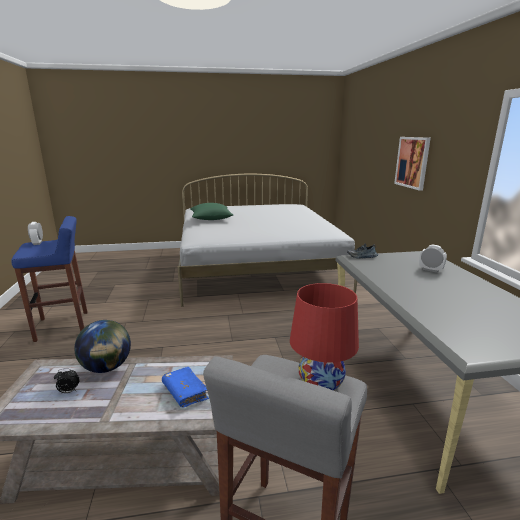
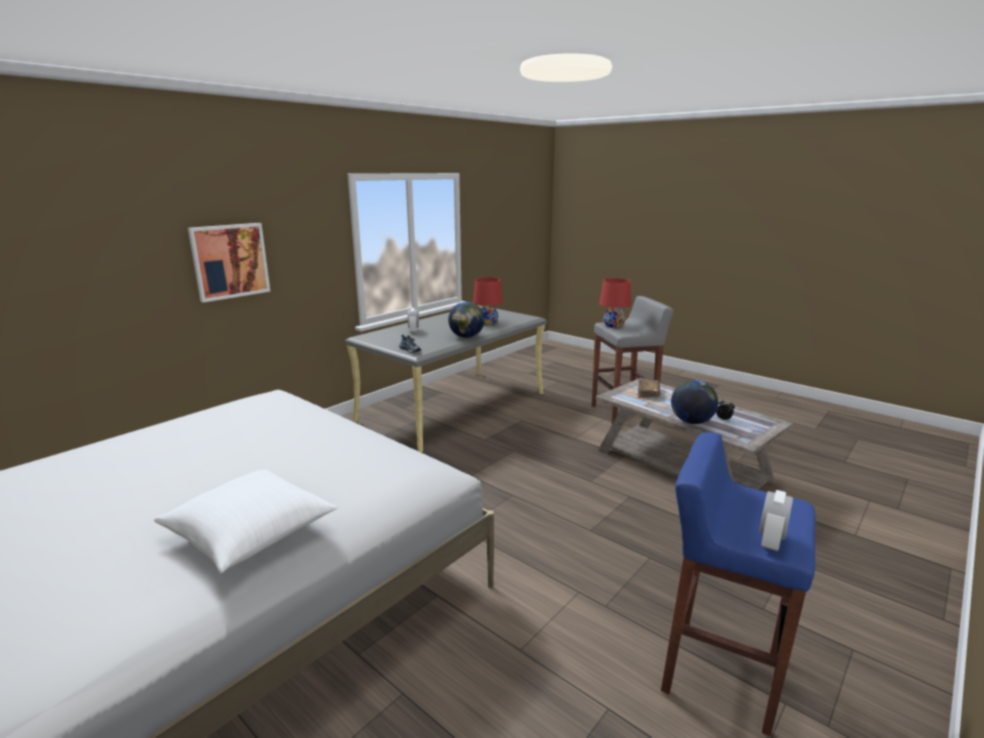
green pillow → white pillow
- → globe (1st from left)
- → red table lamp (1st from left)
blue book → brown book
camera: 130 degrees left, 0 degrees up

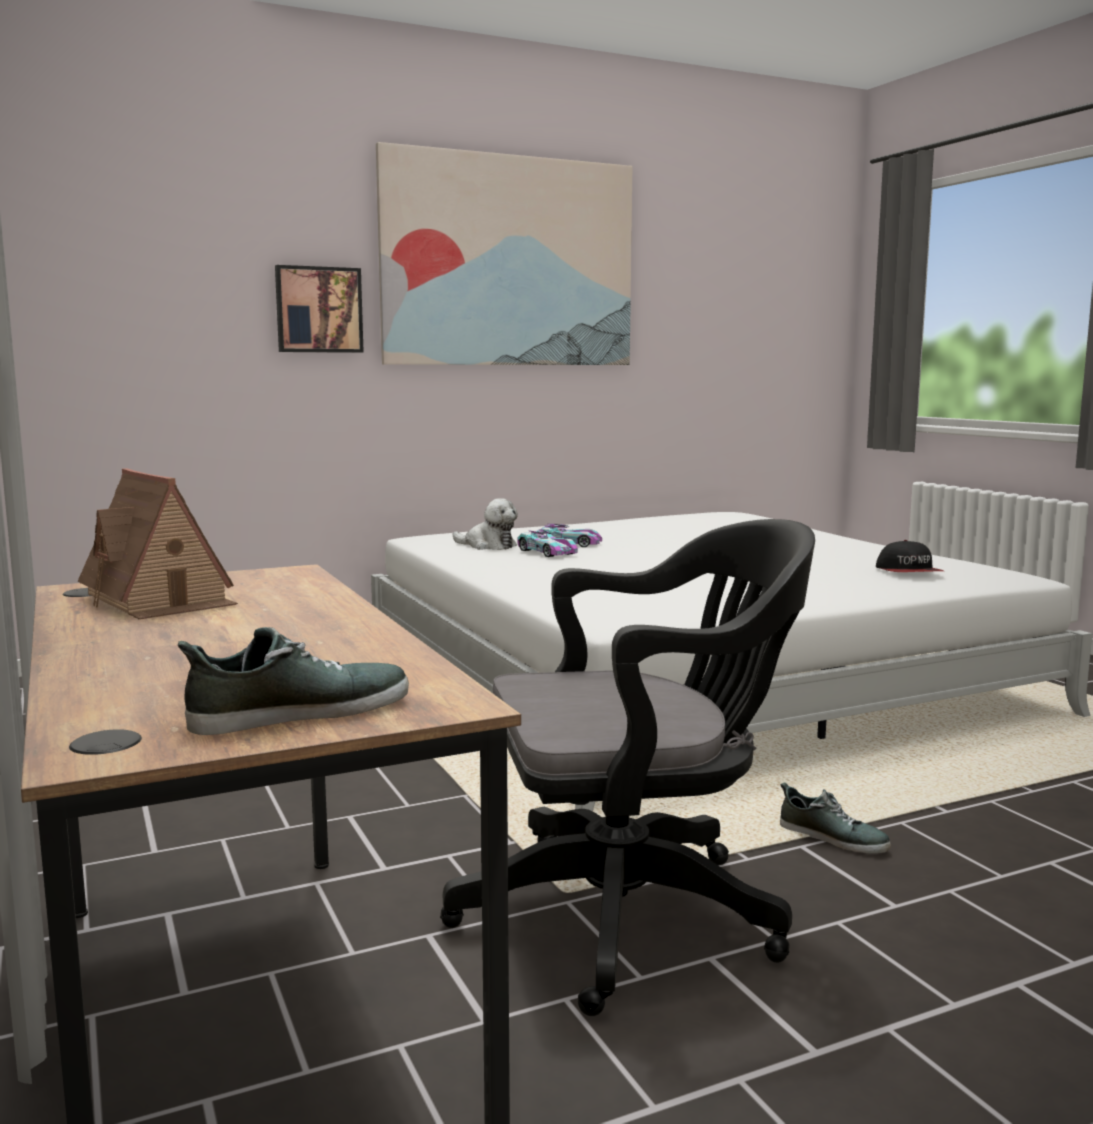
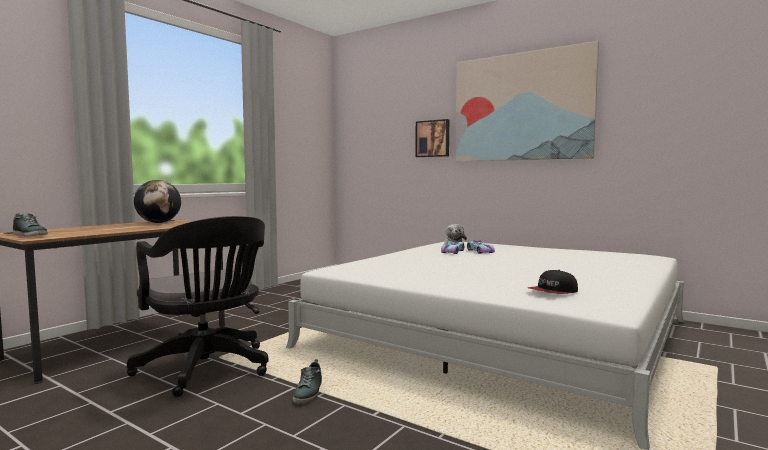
toy house → globe
camera: 60 degrees right, 5 degrees down

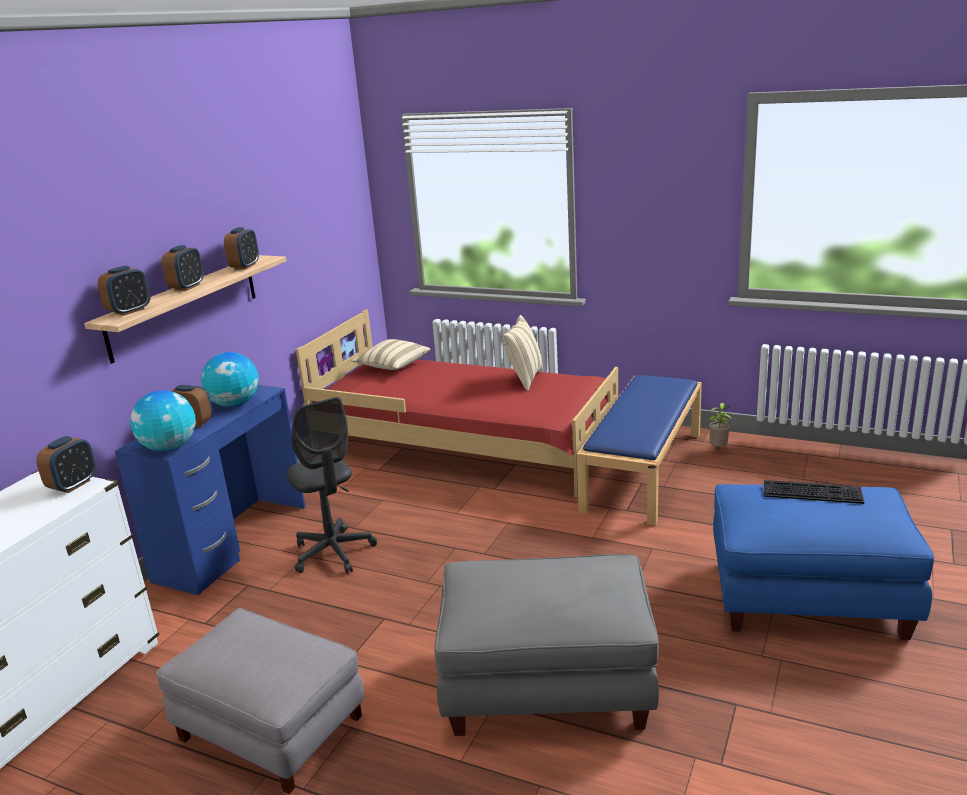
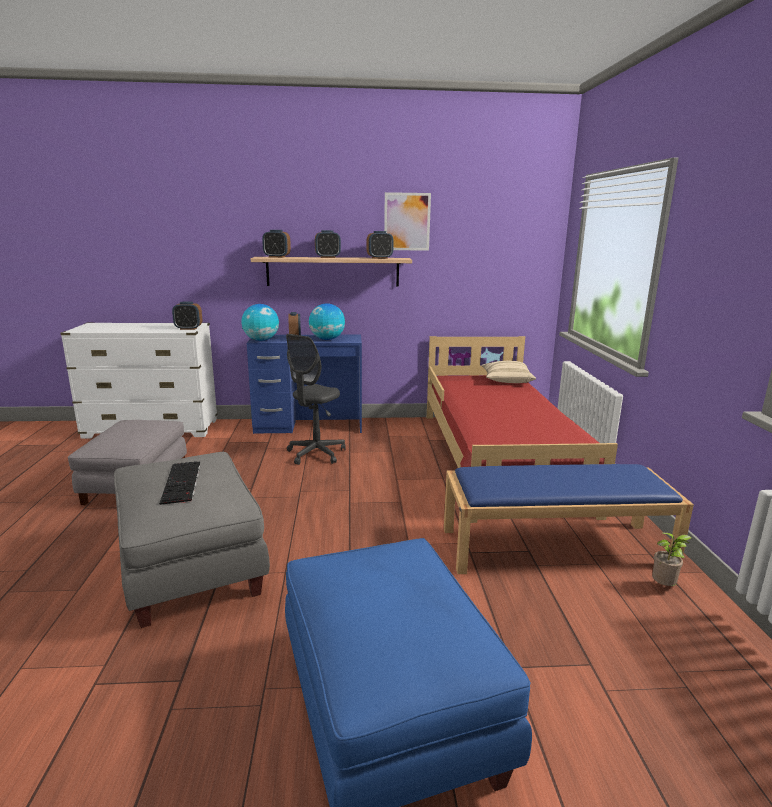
keyboard, moved
- → picture
beige pillow (2nd from left) → -
camera: 60 degrees right, 5 degrees down

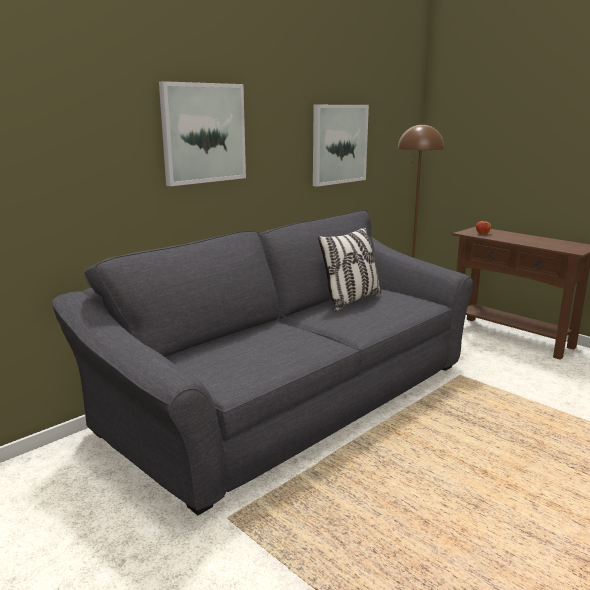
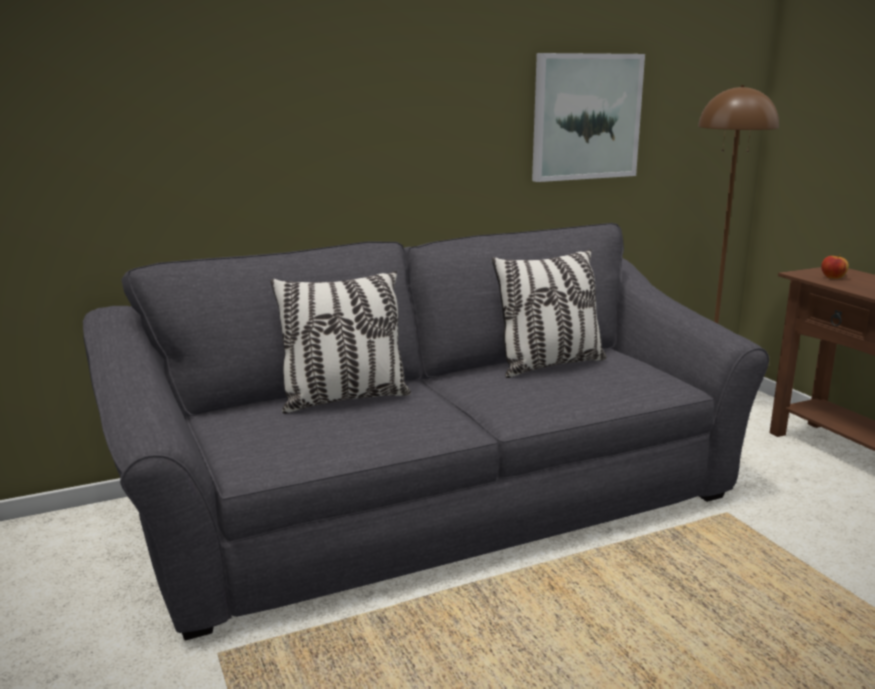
- → pillow (1st from left)
picture (1st from left) → -
camera: 20 degrees right, 0 degrees up

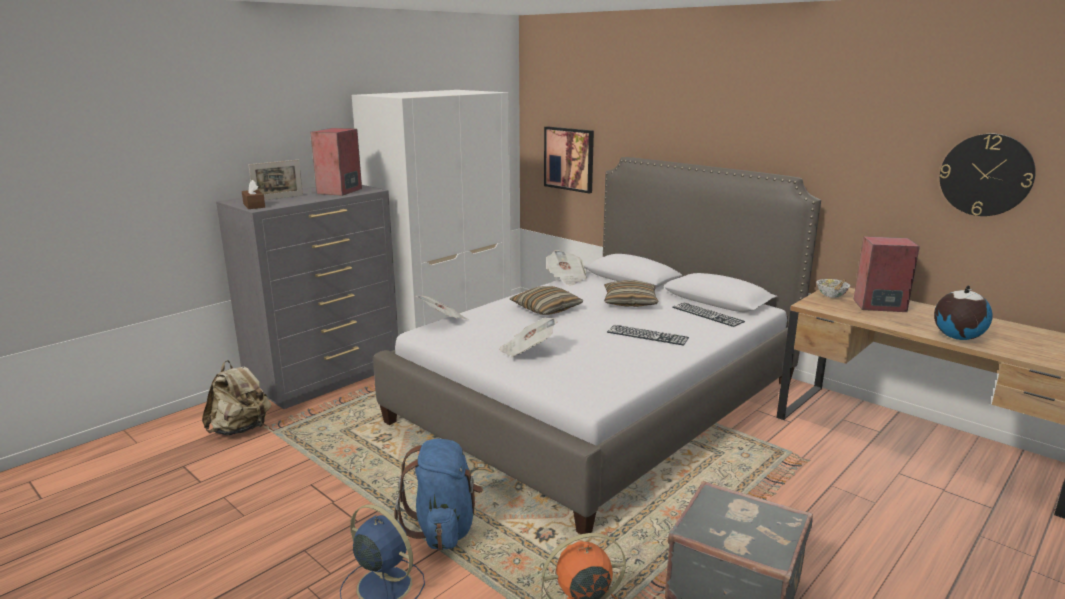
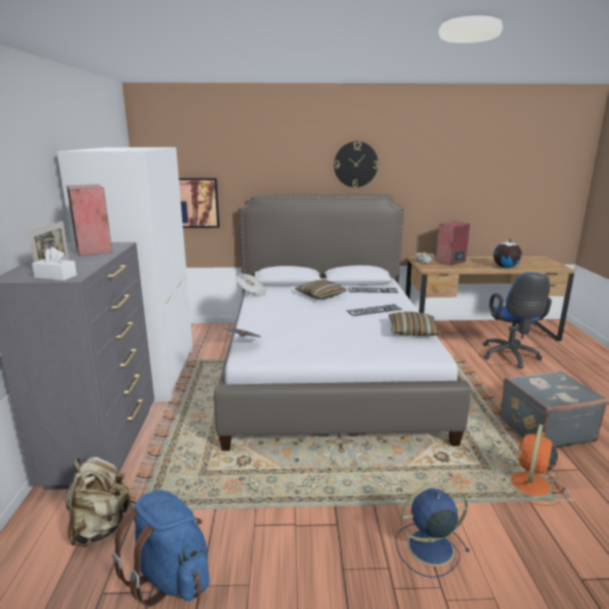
brown tissue box → white tissue box
blue backpack, moved
wall clock, moved
pillow (1st from left in the first image) → pillow (2nd from left), moved
- → blue office chair
newspaper (2nd from left) → -
camera: 45 degrees left, 0 degrees up

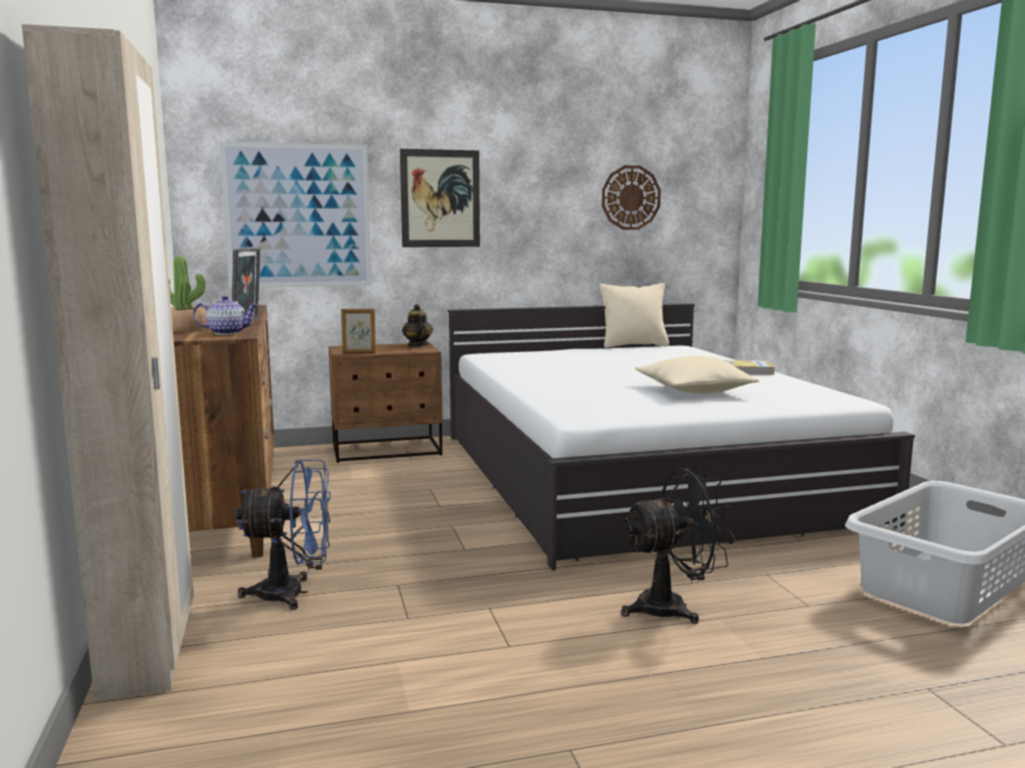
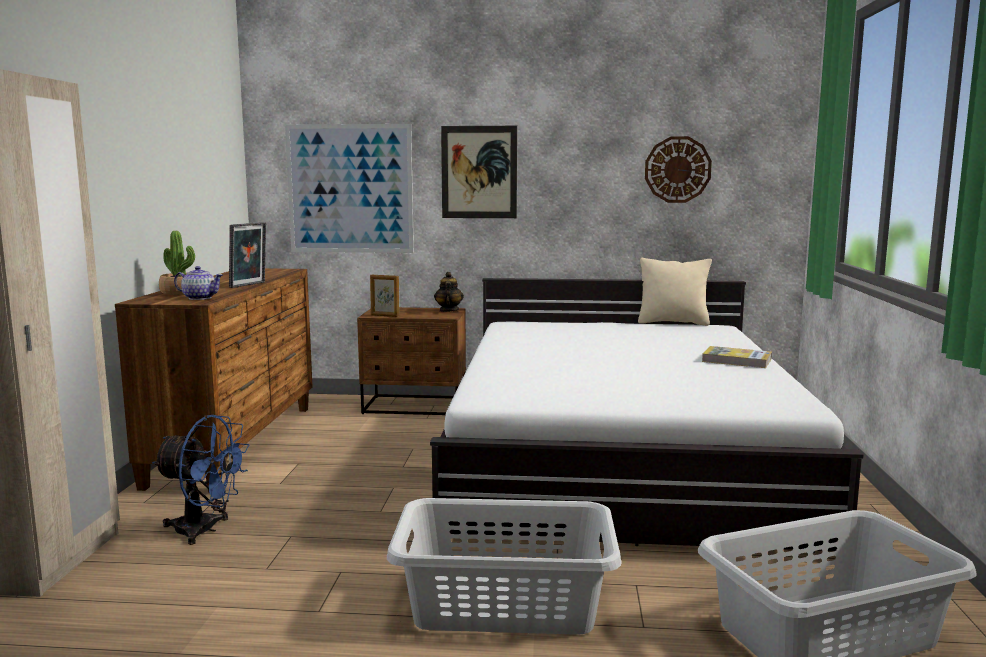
black fan → grey laundry basket (1st from left)
beige pillow (2nd from left) → -
camera: 20 degrees right, 0 degrees up

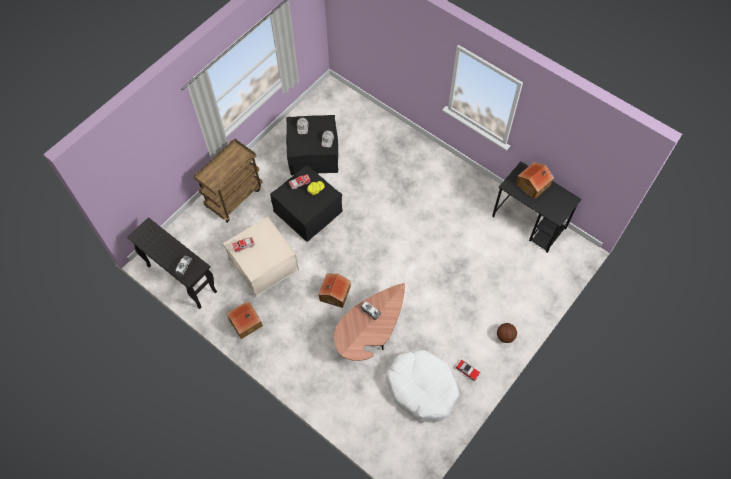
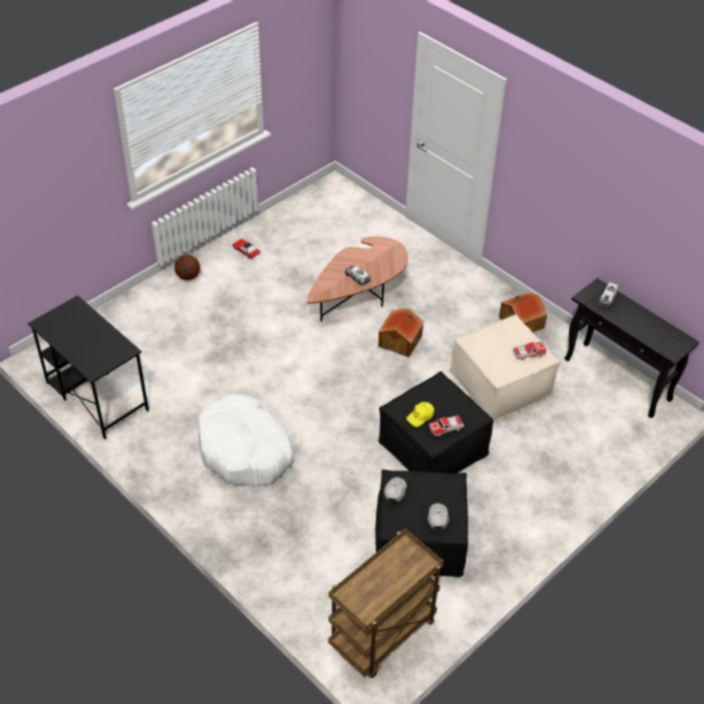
white dog bed, moved
brown cart, moved
toy house (3rd from left) → -
camera: 175 degrees left, 15 degrees down

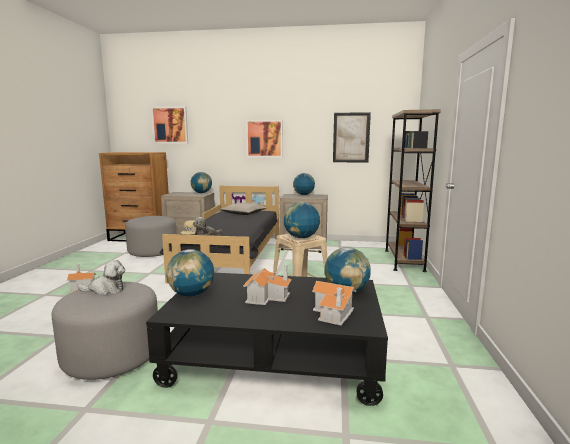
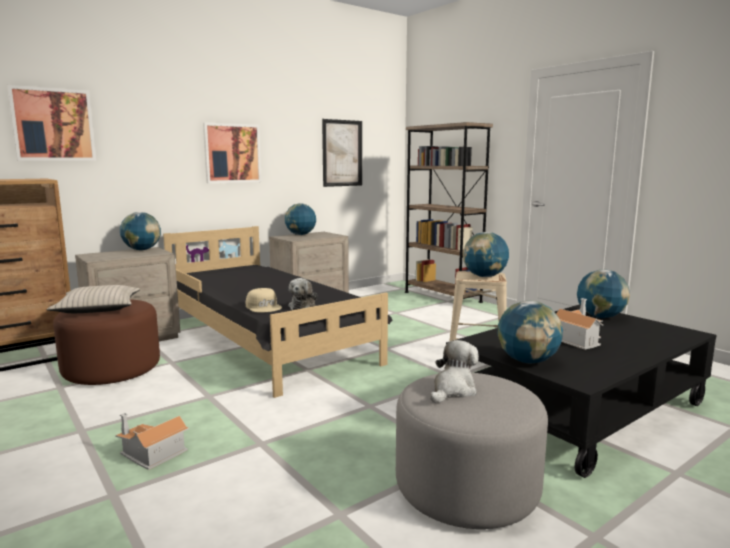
beige pillow, moved
grey ottoman (2nd from left) → brown ottoman
toy house (3rd from left) → -
camera: 45 degrees left, 0 degrees up

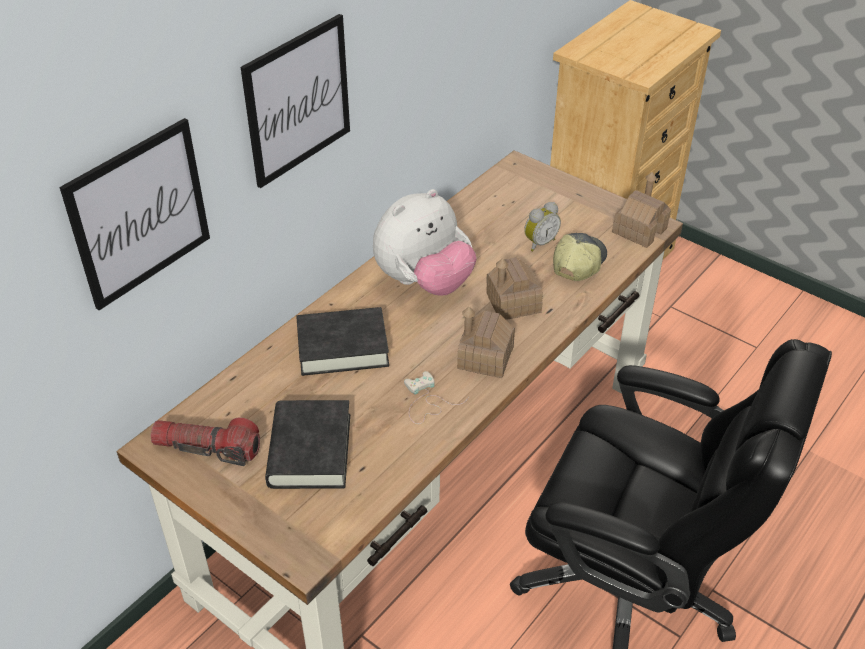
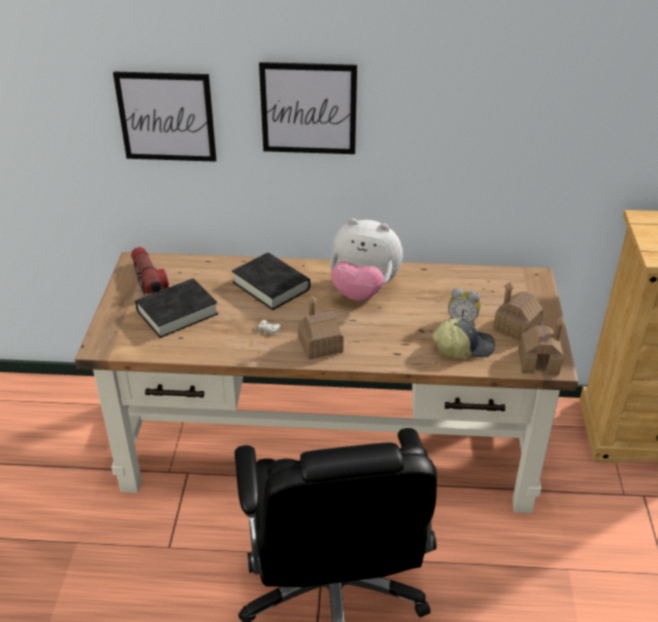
toy house (2nd from left), moved
camera: 55 degrees right, 5 degrees down

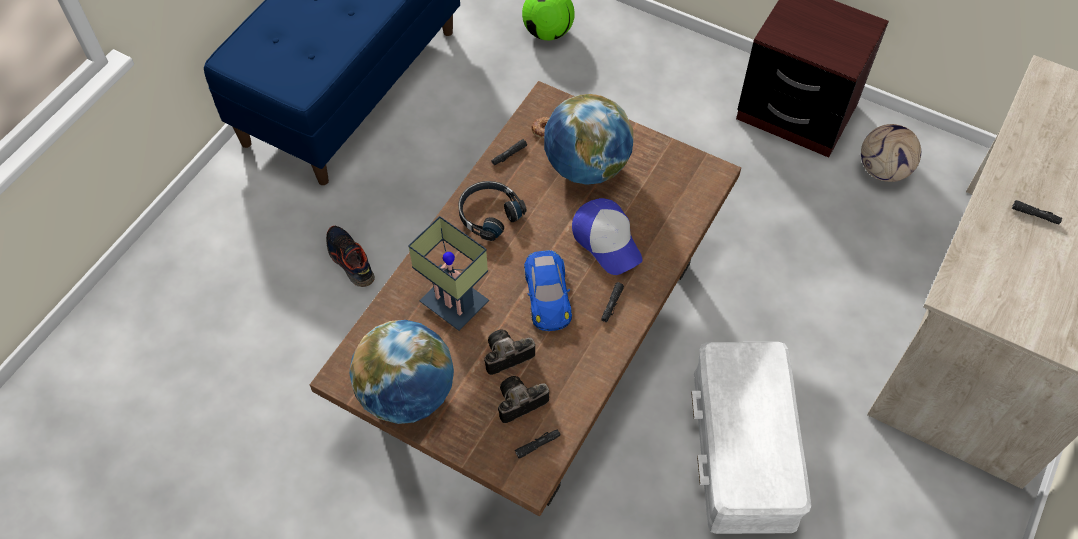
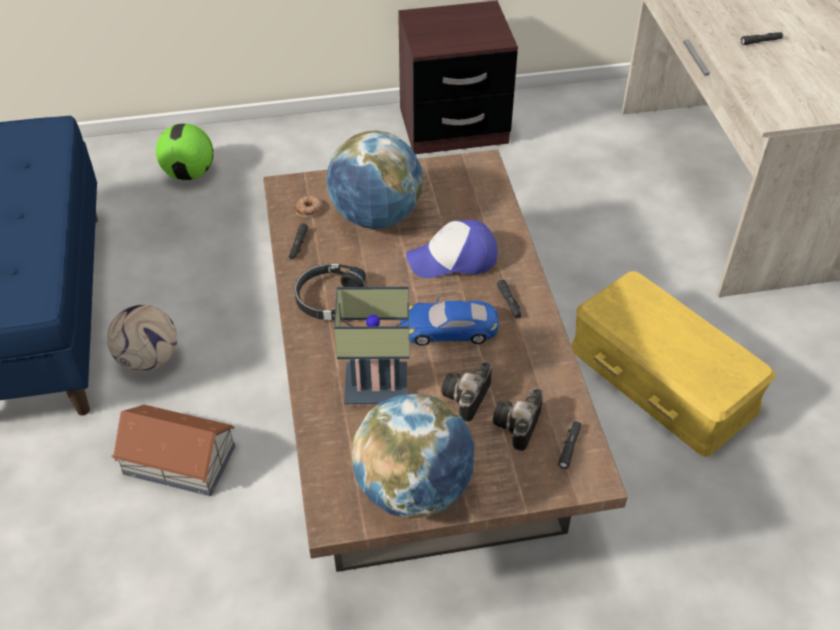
football (2nd from left in the first image) → football (1st from left), moved
shoe → toy house
blue toy car, 135 degrees clockwise
cap, 150 degrees clockwise
white storage box → yellow storage box
camera: 40 degrees left, 10 degrees down

